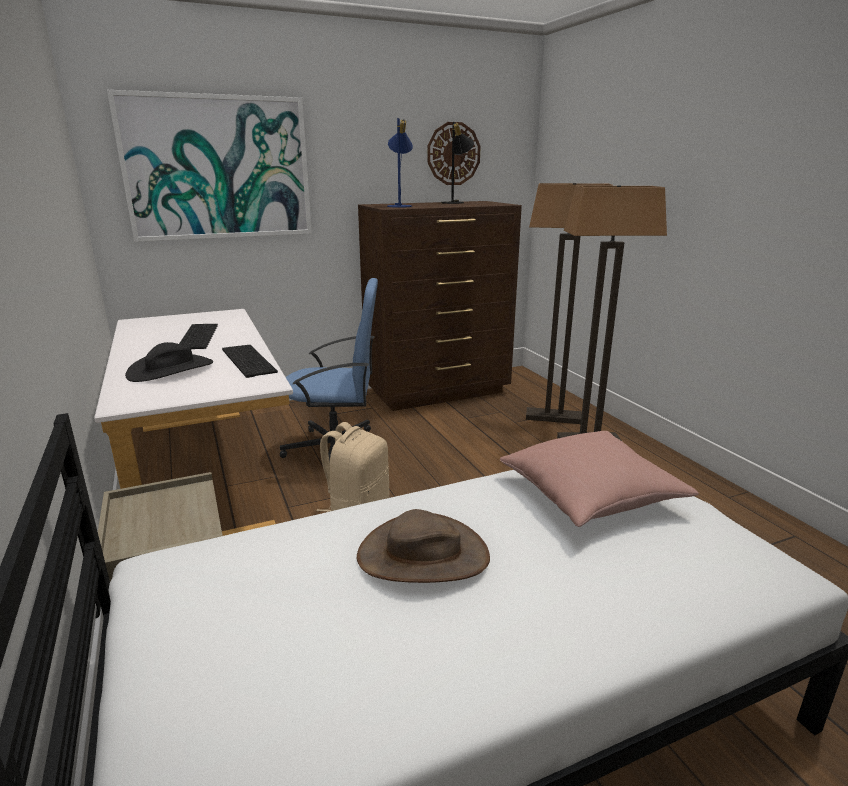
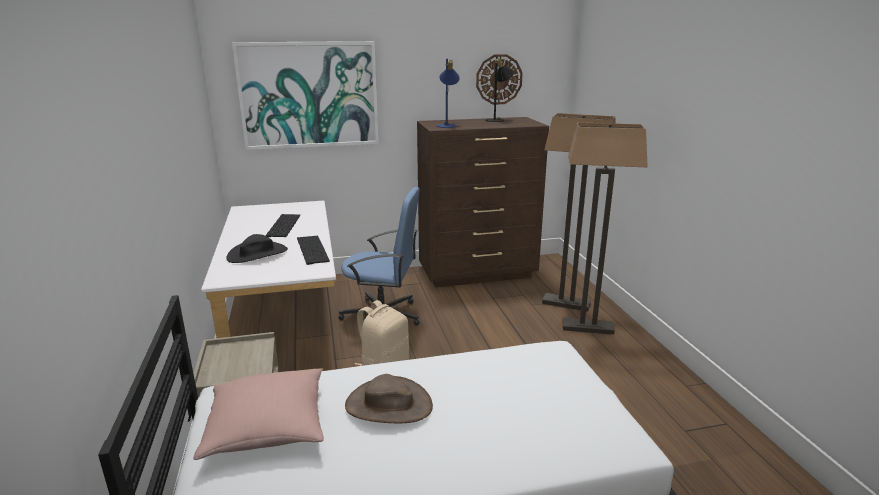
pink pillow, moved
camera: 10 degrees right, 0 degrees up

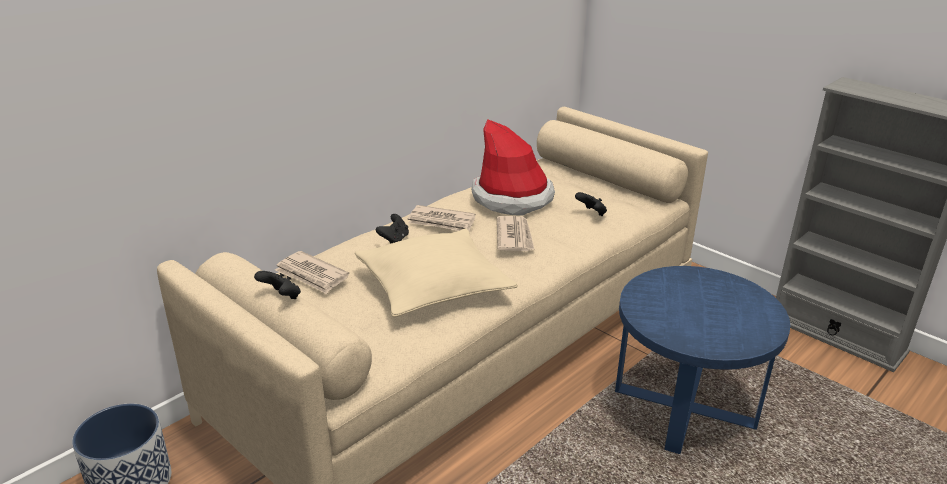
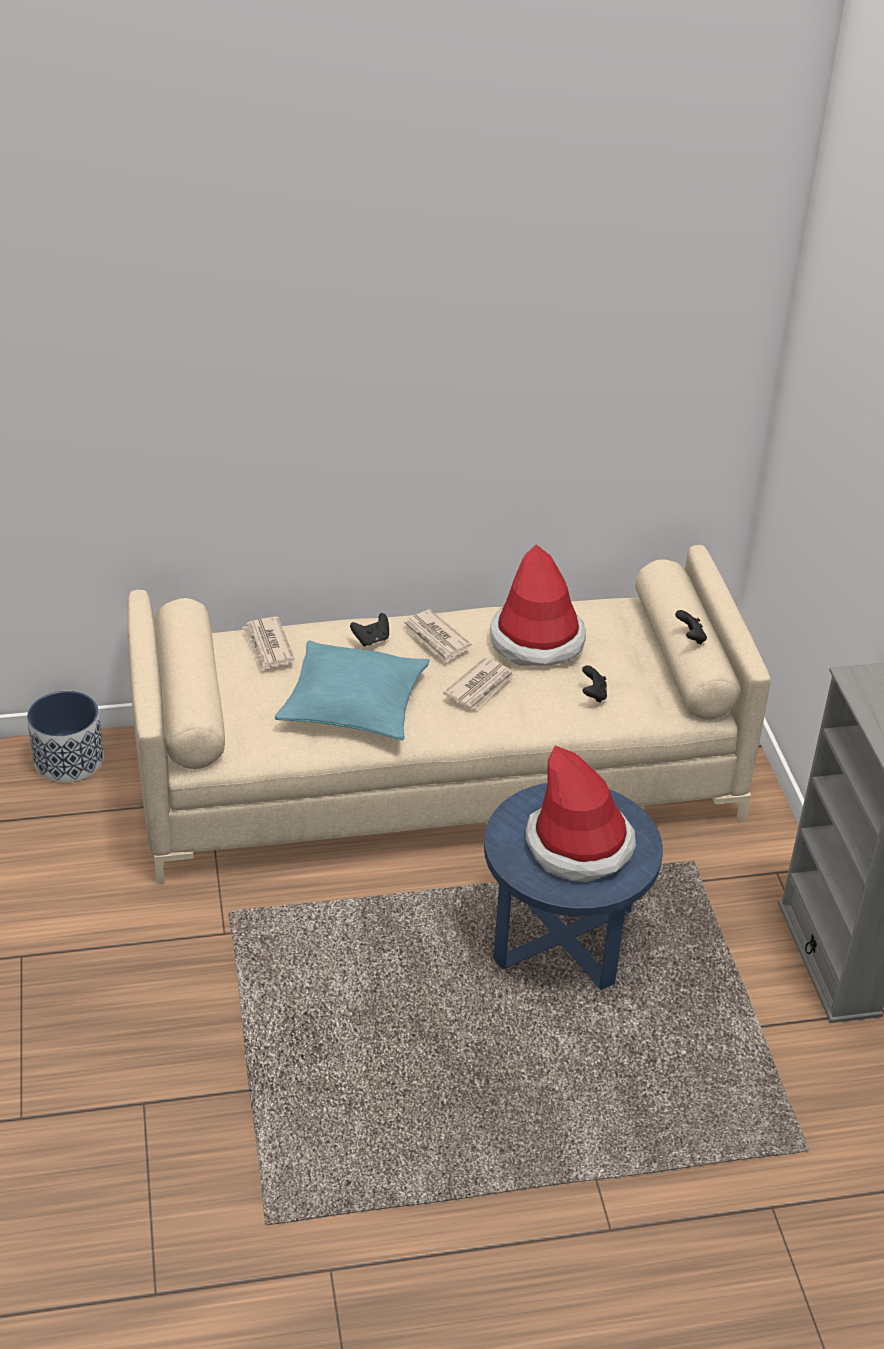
beige pillow → turquoise pillow
- → hat (2nd from left)
black game controller (1st from left in the first image) → black game controller (3rd from left), moved
camera: 35 degrees right, 10 degrees up

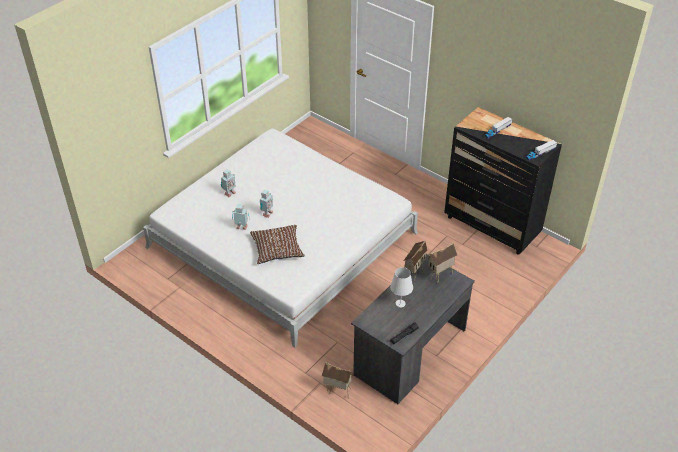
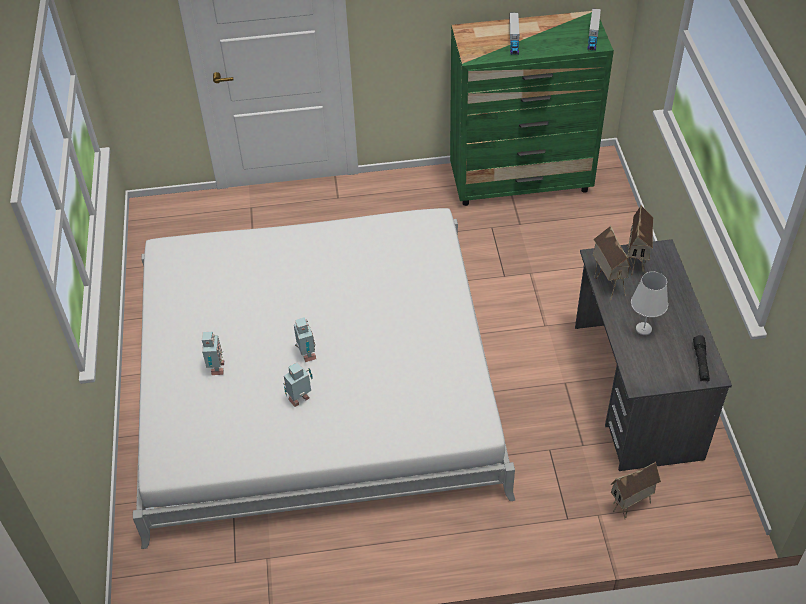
black dresser → green dresser
brown pillow → -
camera: 45 degrees left, 5 degrees up

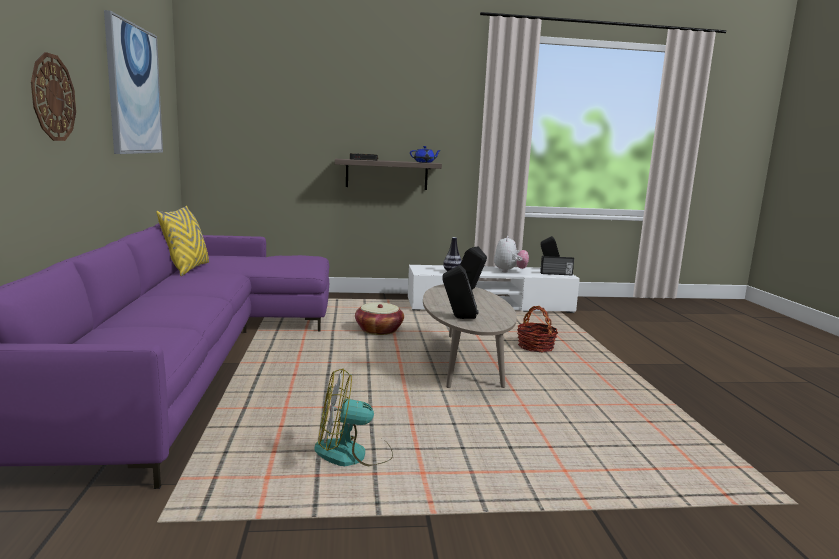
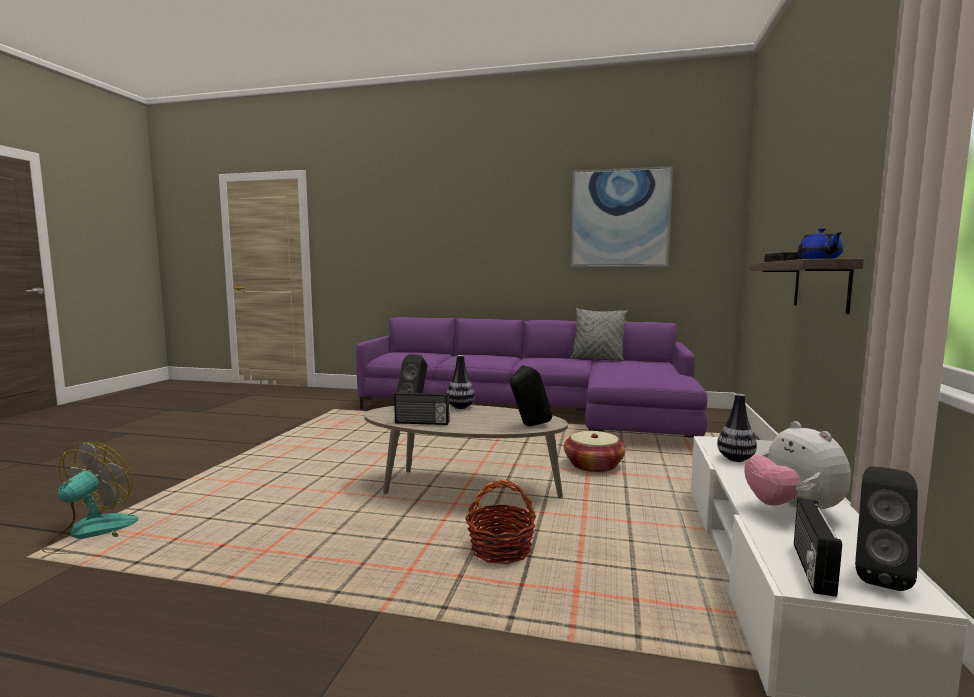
fan, moved
- → radio (1st from left)
- → vase (1st from left)
yellow pillow → grey pillow
plush toy, 45 degrees clockwise
wall clock → -
camera: 110 degrees right, 5 degrees down

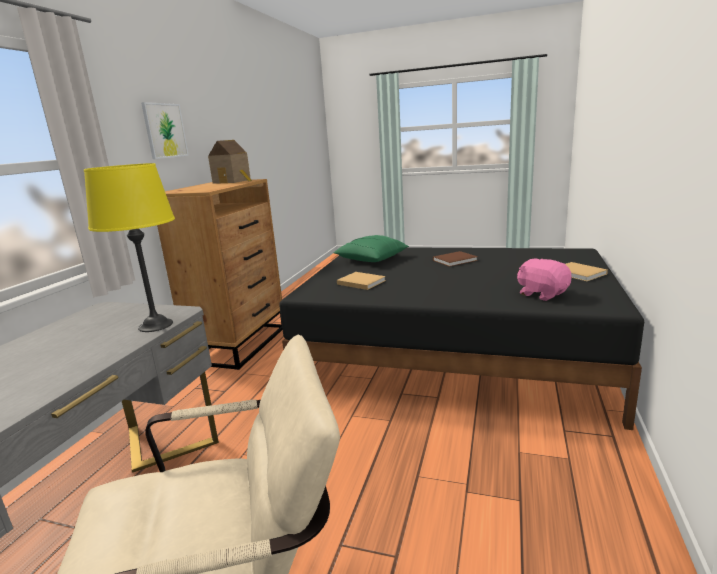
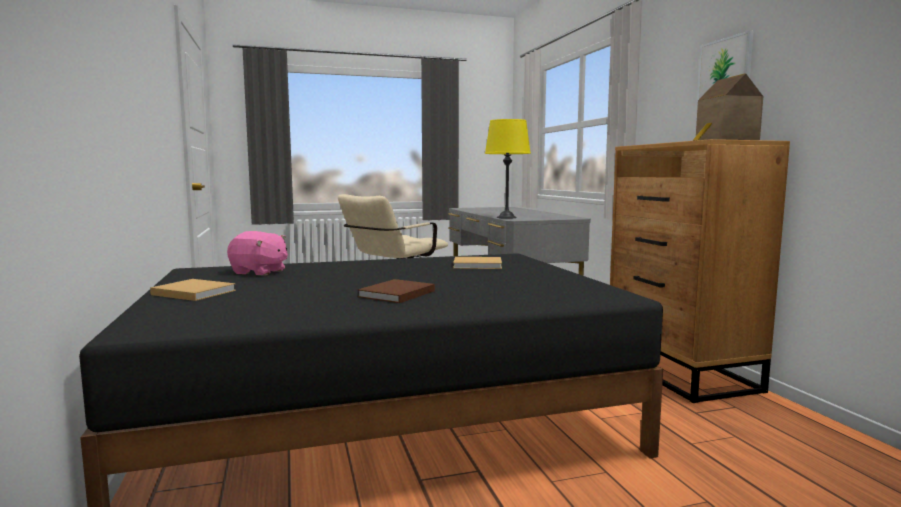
green pillow → -
camera: 145 degrees right, 10 degrees down

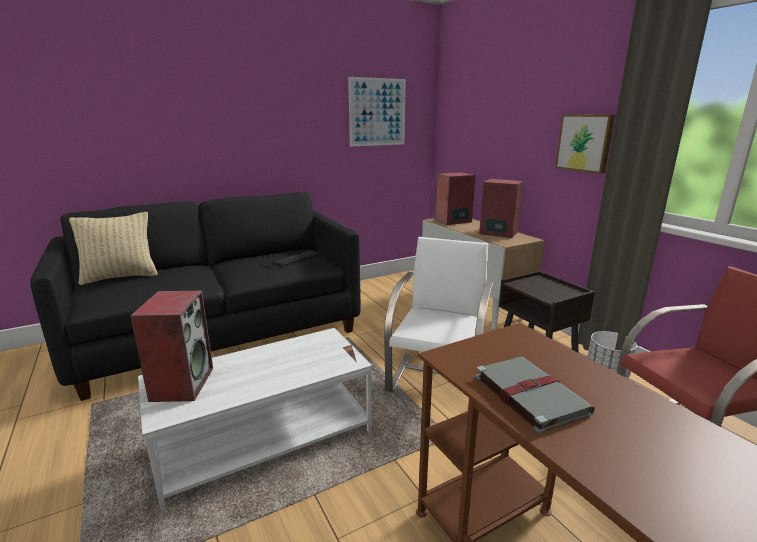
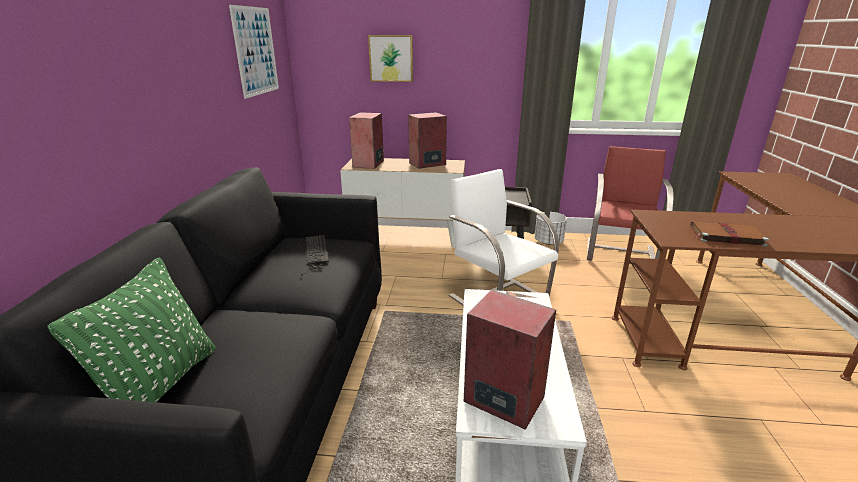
beige pillow → green pillow
picture (2nd from left), moved
grey book → brown book
camera: 55 degrees left, 5 degrees up

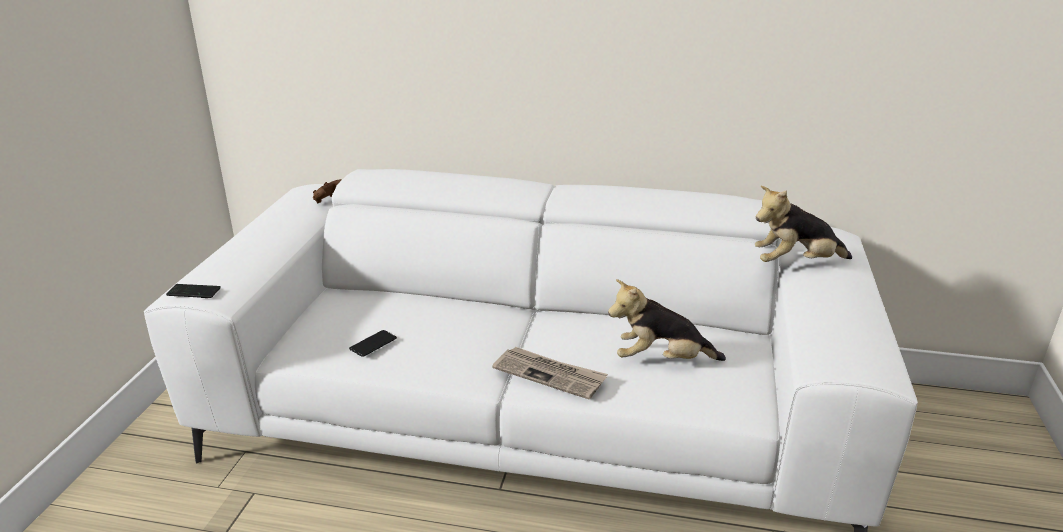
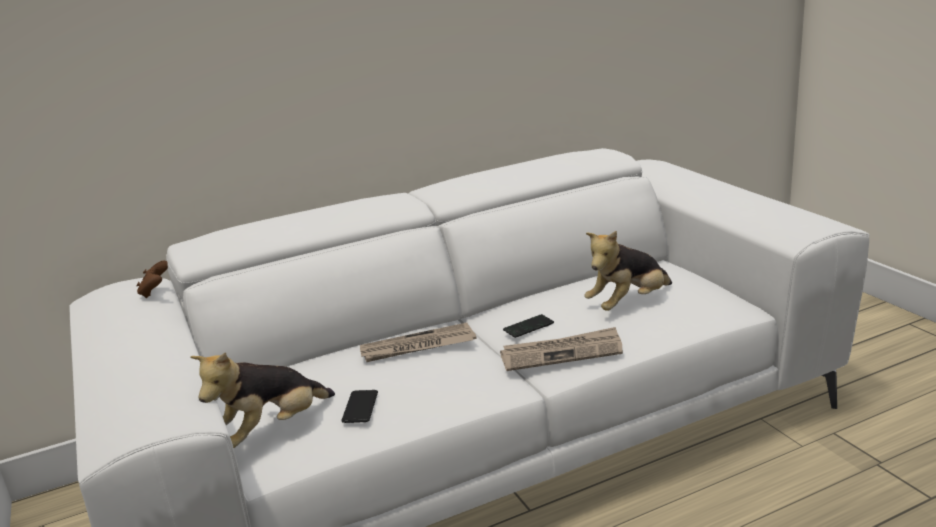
plush toy (2nd from left in the first image) → plush toy (1st from left), moved
- → newspaper (1st from left)
phone (1st from left in the first image) → phone (2nd from left), moved
camera: 35 degrees left, 5 degrees down

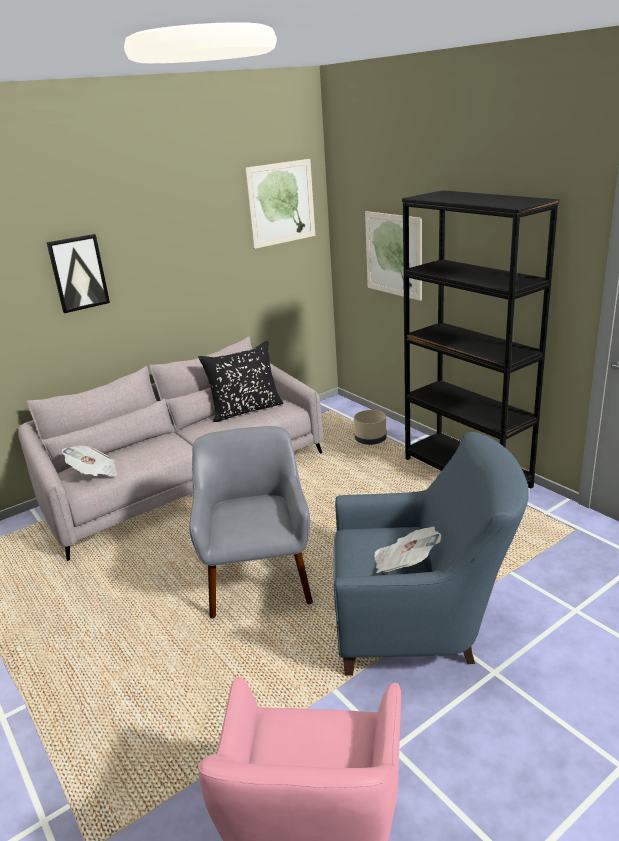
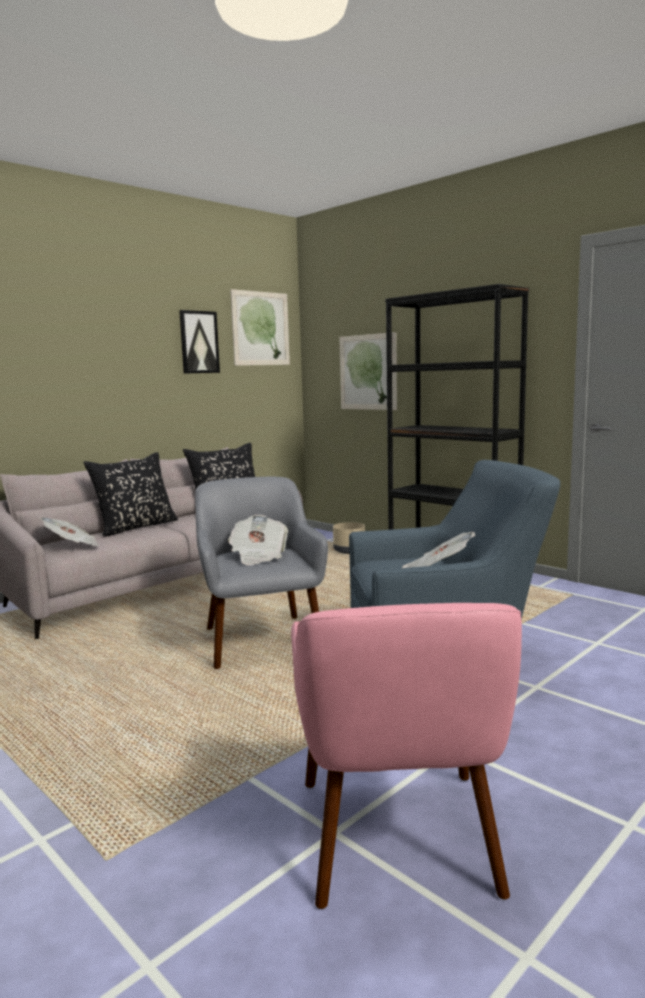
- → black pillow (1st from left)
picture (1st from left), moved
- → newspaper (2nd from left)
camera: 10 degrees left, 15 degrees down

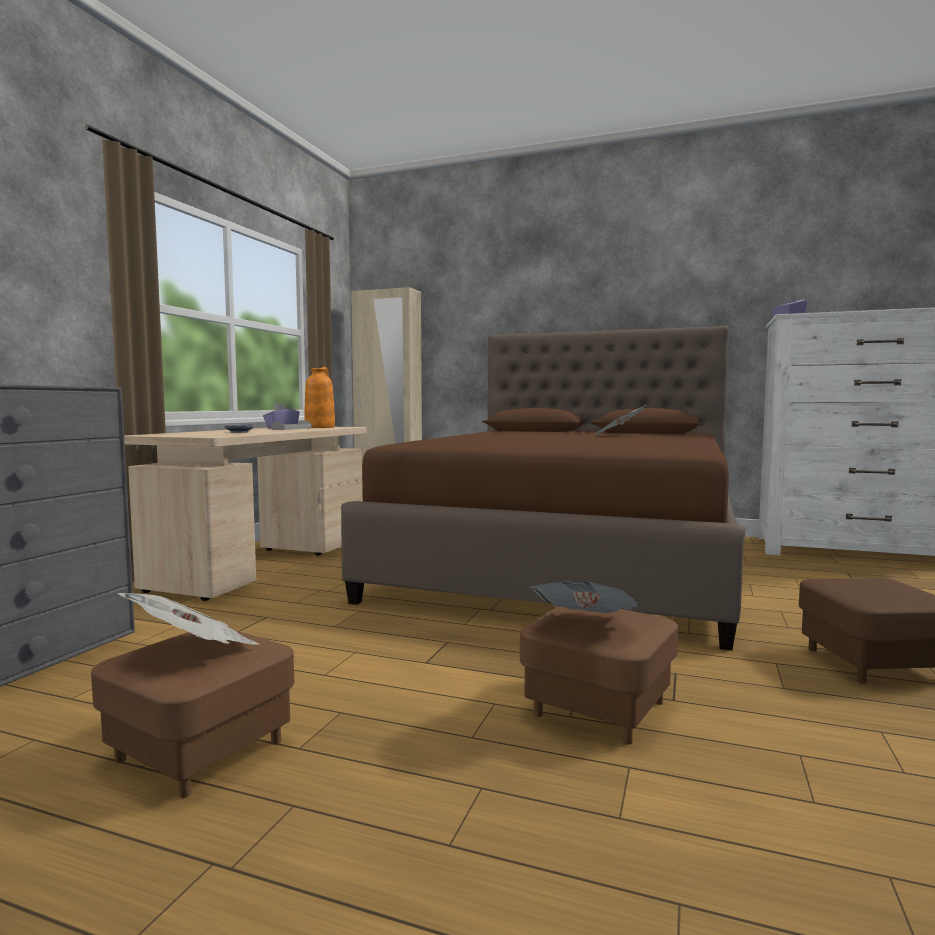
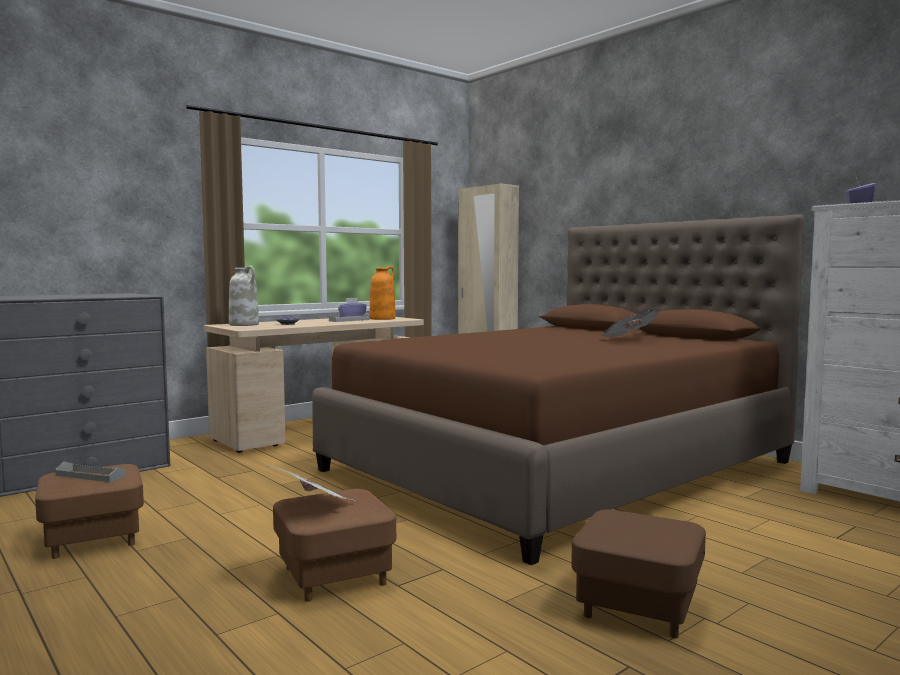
newspaper (1st from left) → grey tray (1st from left)
- → white vase
camera: 30 degrees right, 0 degrees up

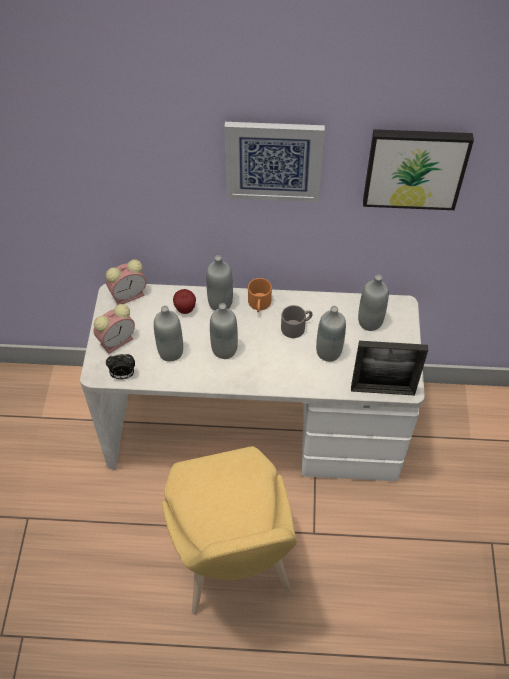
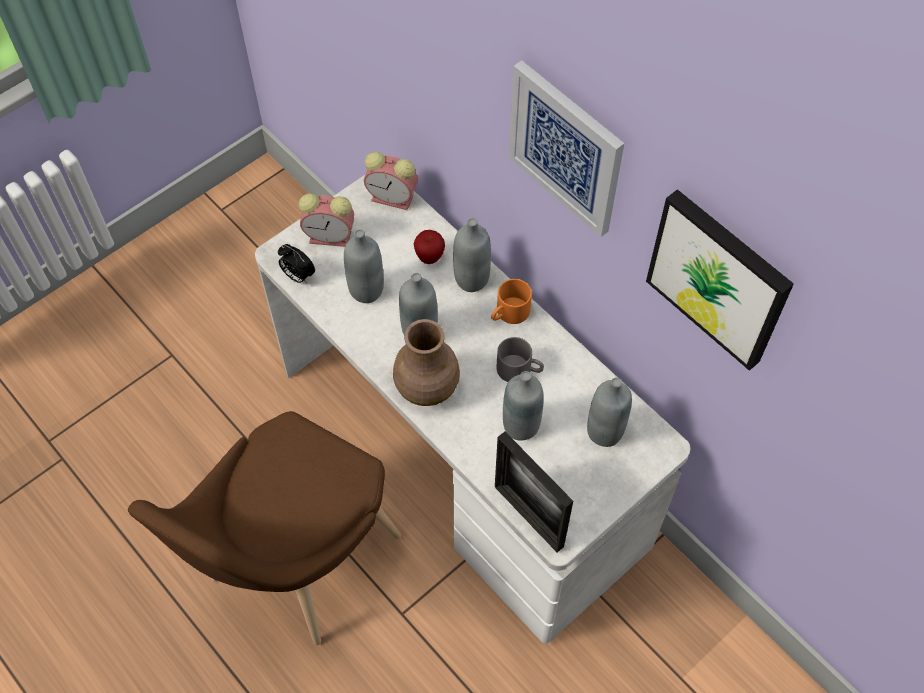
yellow chair → brown chair
- → brown vase
camera: 45 degrees right, 5 degrees up

